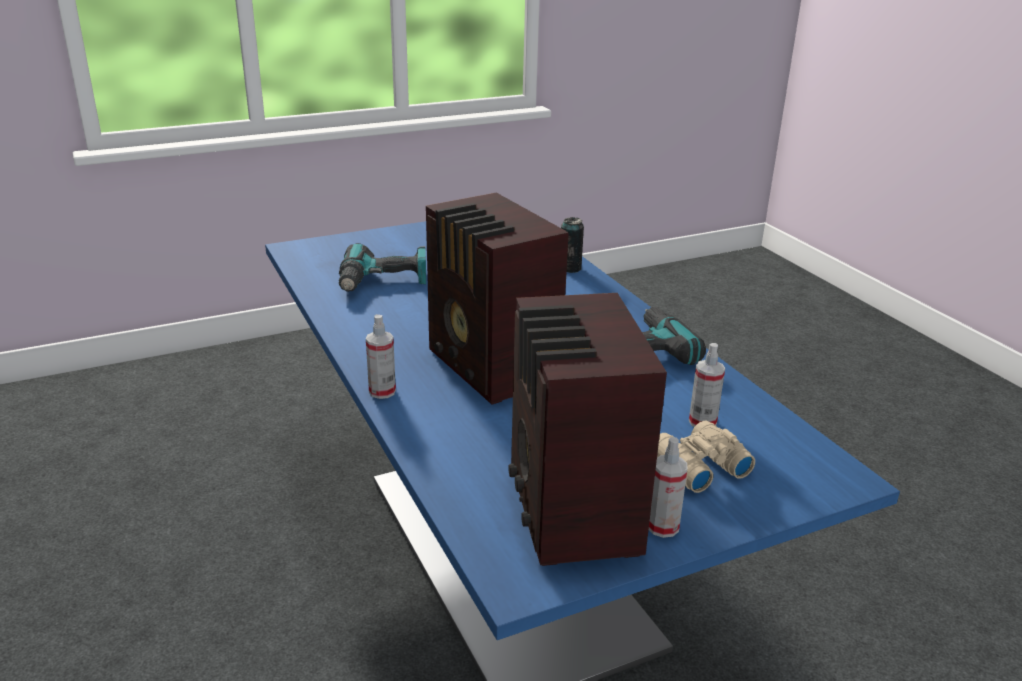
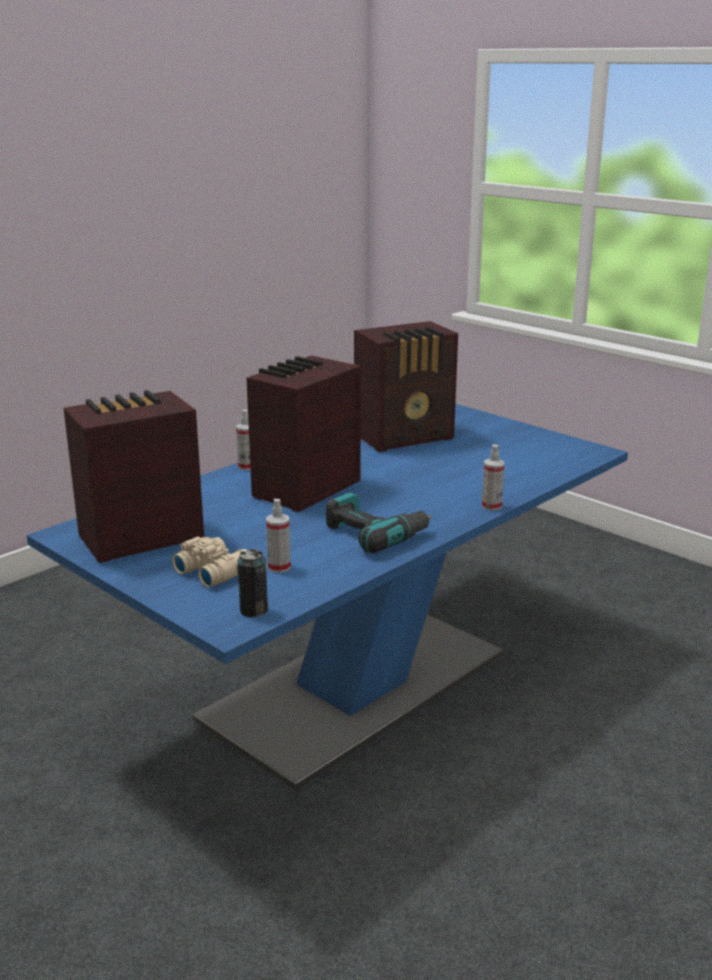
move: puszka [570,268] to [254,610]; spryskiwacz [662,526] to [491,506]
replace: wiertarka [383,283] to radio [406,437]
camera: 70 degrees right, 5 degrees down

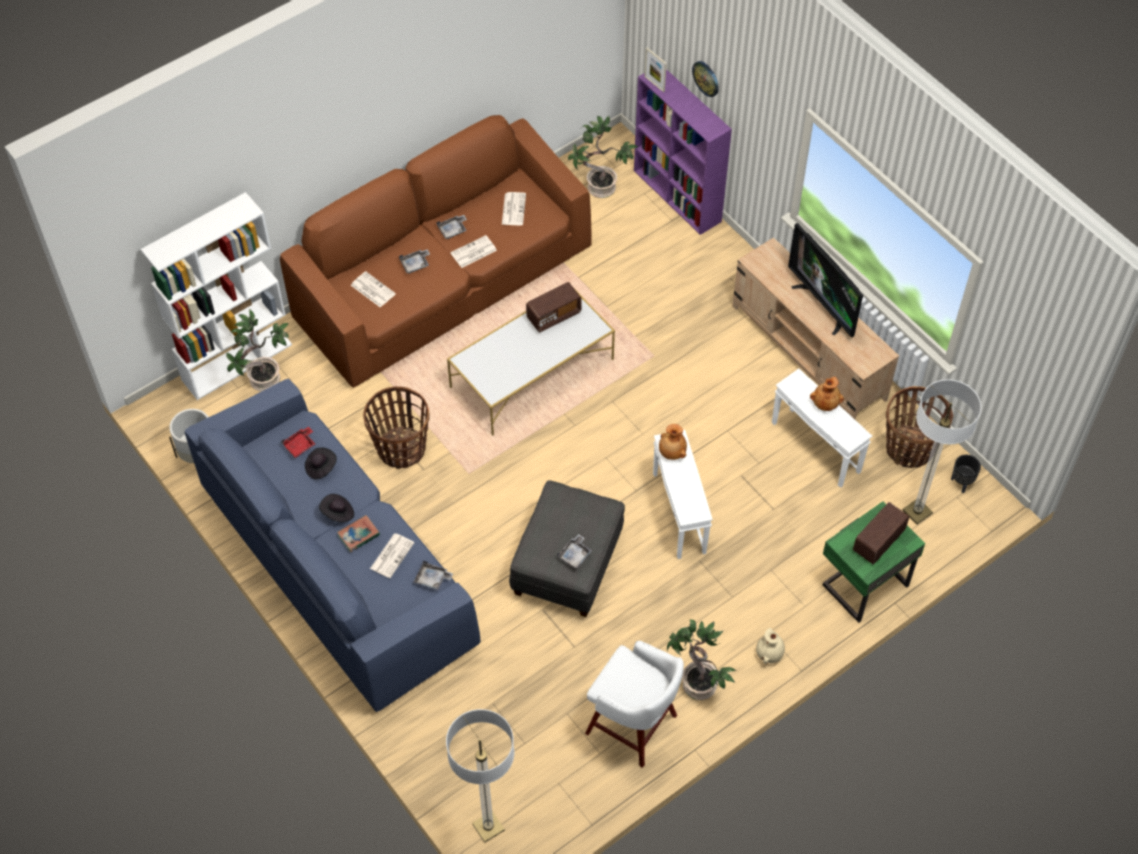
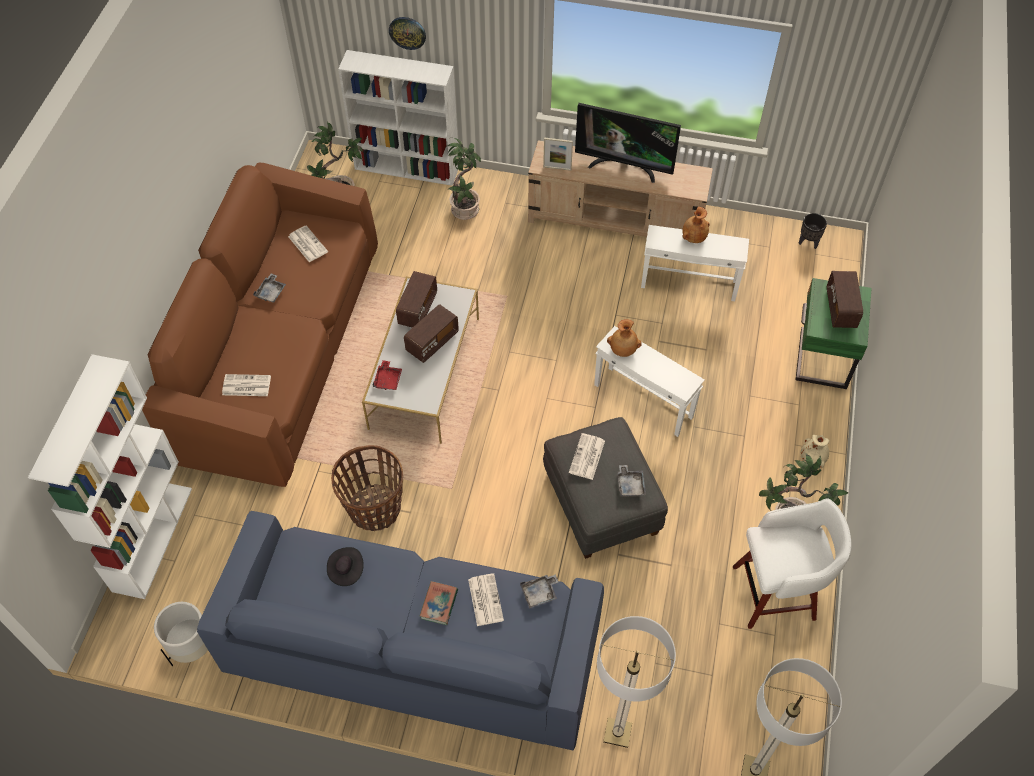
delete: kapelusz (czarny) [338,513]; taca (szary) [415,264]; koszyk [909,448]
insert: radio [432,342]
move: taca (czerwony) [300,445] to [388,379]; roślina doniczkowa [265,380] to [466,210]; ramka na zdjęcie [654,84] to [557,168]; gazeta [473,252] to [587,457]; lampa stojąca [917,512] to [617,733]
recolor: regał (fioletowy) [678,196] to regał (biały) [408,168]
camera: 40 degrees left, 0 degrees up

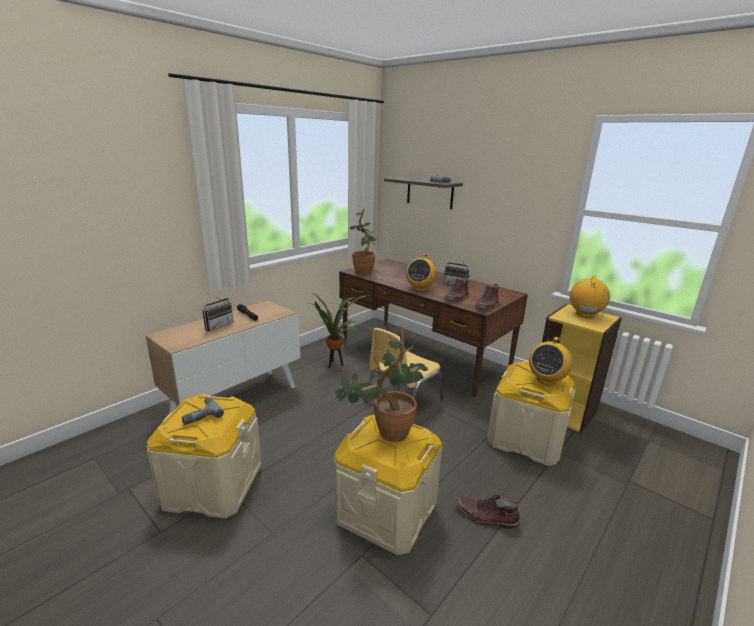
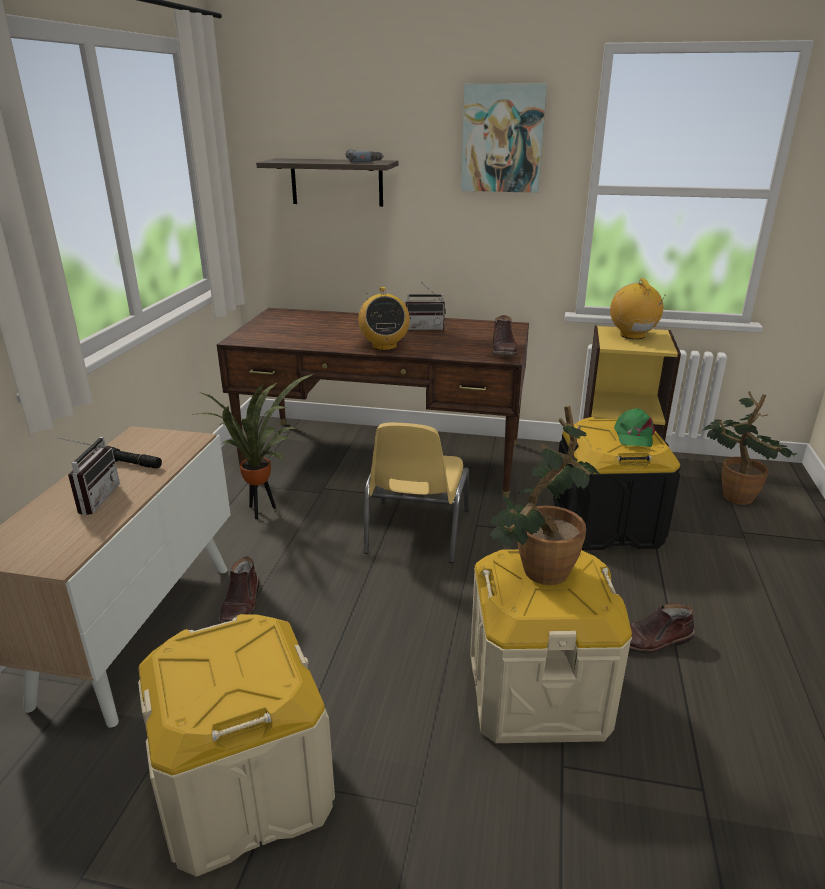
delete: wiertarka [200,415]
insert: obraz [502,139]
move: but z cholewką (brązowy) [457,297] to [241,604]; roślina doniczkowa [365,271] to [733,493]
replace: radio [546,380] to czapka z daszkiem (zielony) [633,435]
recolor: pojemnik do przechowywania (beżowy) [526,438] to pojemnik do przechowywania (czarny) [607,524]
camera: 30 degrees left, 5 degrees up

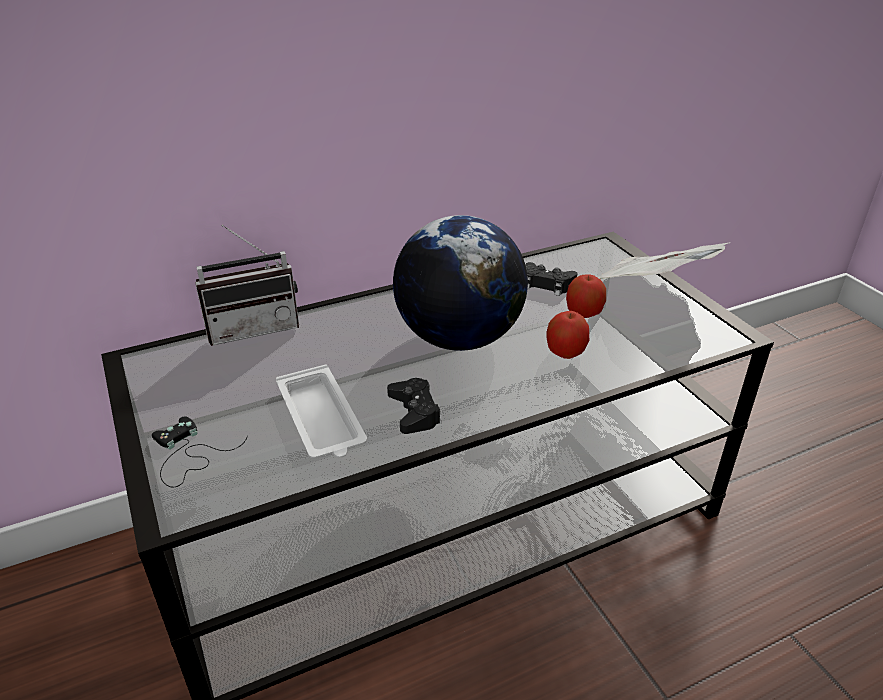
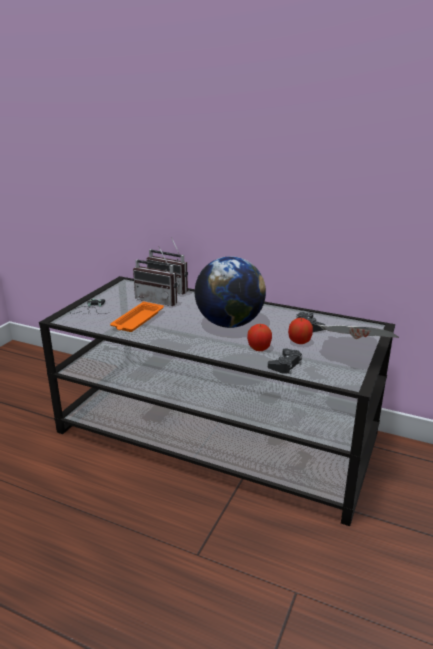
insert: radio [159,300]
move: pad do gier (czarny) [414,412] to [285,365]
recolor: taca (biały) [321,420] to taca (pomarańczowy) [137,321]
camera: 50 degrees right, 10 degrees down

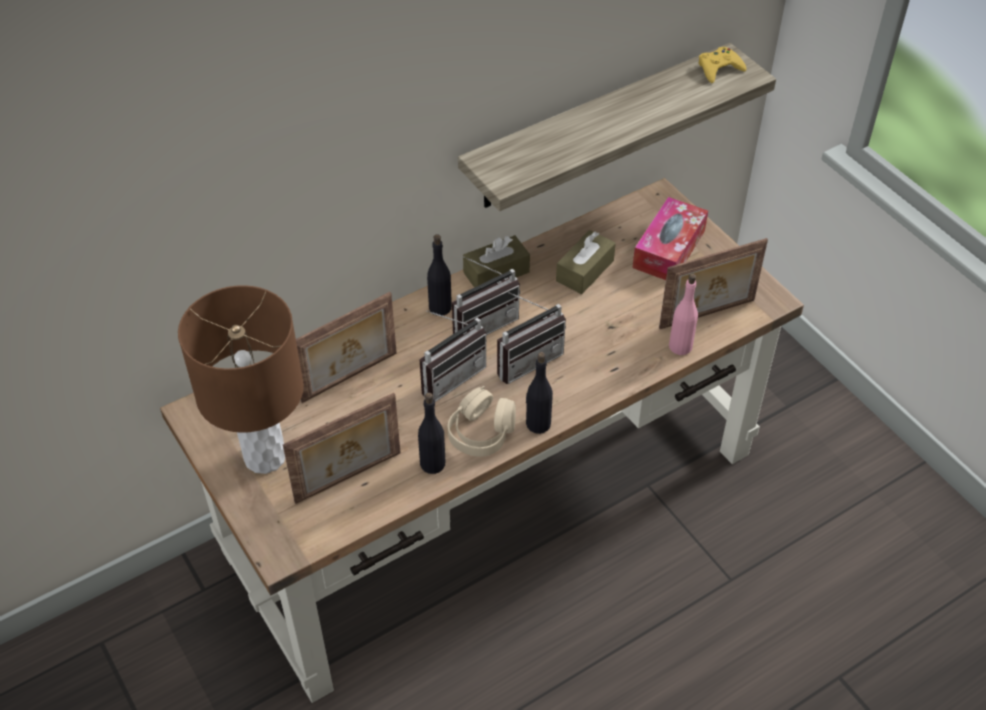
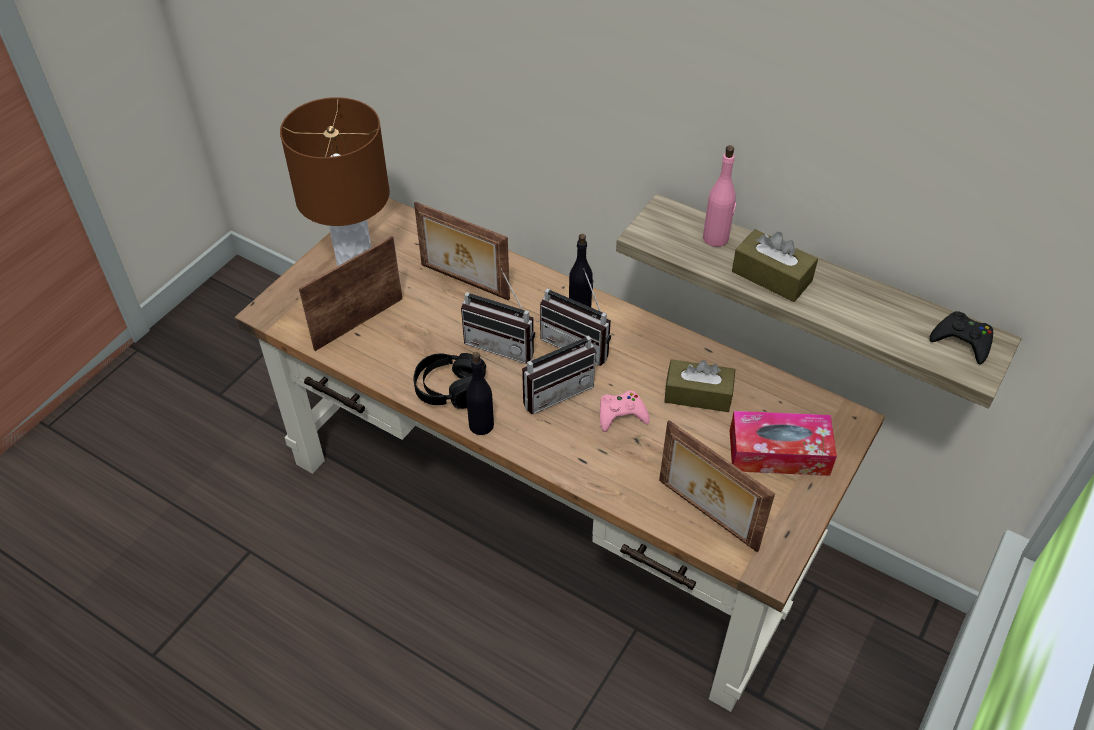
delete: butelka (czarny) [433,463]
insert: pad do gier (różowy) [621,414]
move: butelka (różowy) [680,346] to [716,238]; pudełko chusteczek (brązowy) [496,272] to [771,276]
recolor: słuchawki (beżowy) [481,432] to słuchawki (czarny) [450,389]; pad do gier (żółty) [719,69] to pad do gier (czarny) [962,341]
rotate: ramka na zdjęcie [349,478] = [357,322] 105 degrees clockwise; radio [526,359] = [555,389] 60 degrees counterclockwise
camera: 65 degrees right, 0 degrees up

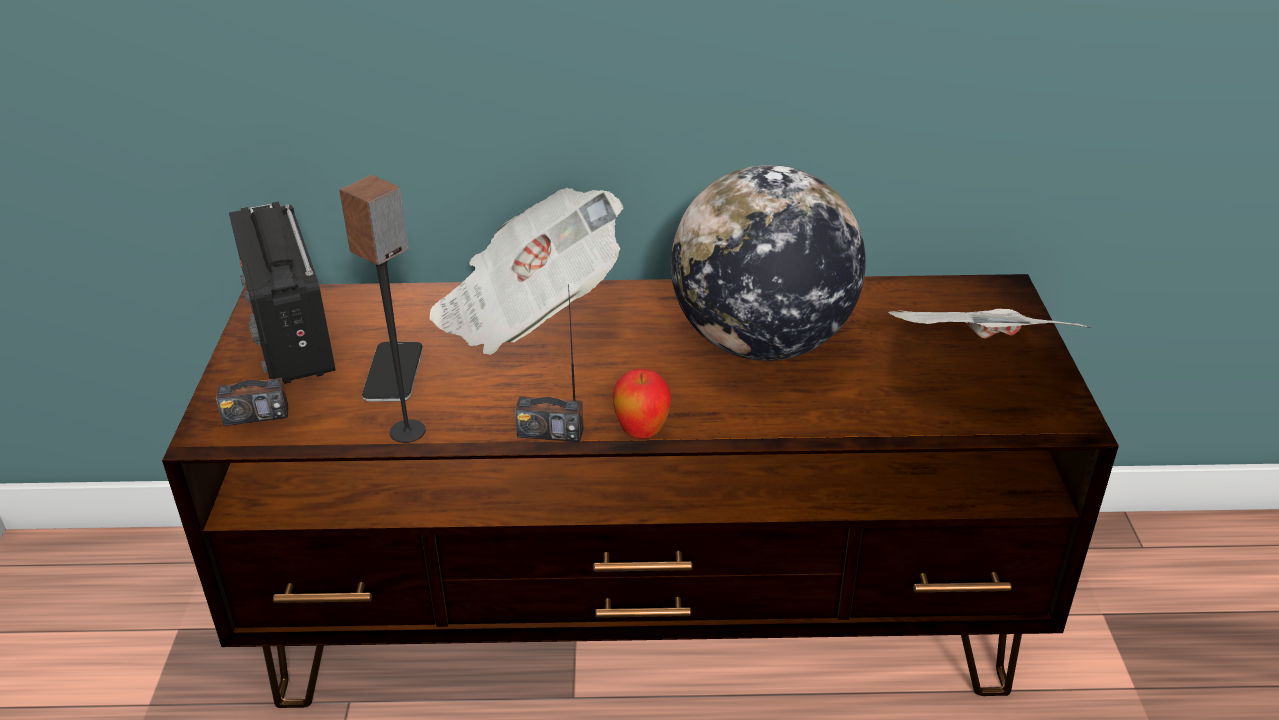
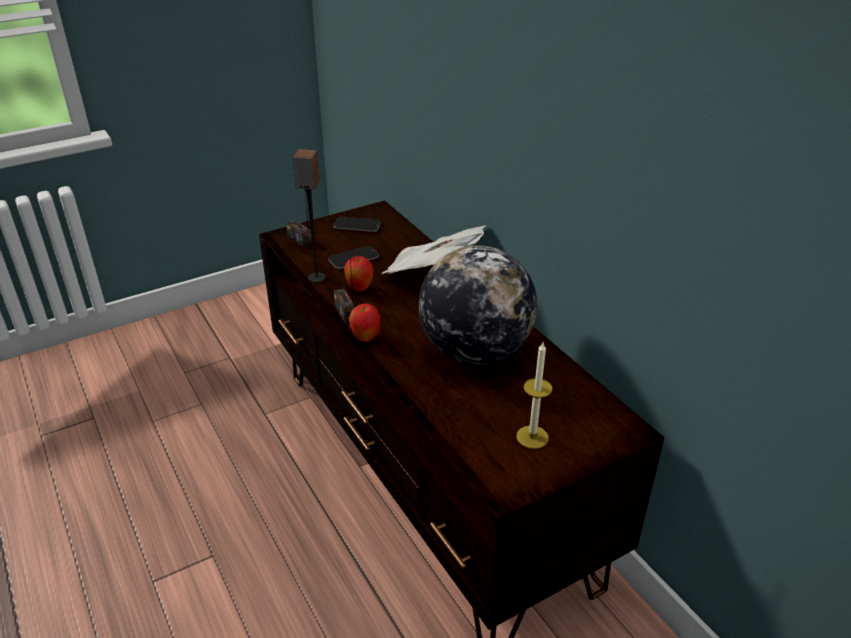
insert: jabłko [359,289]
replace: radio [291,337] to telefon [357,225]; gazeta [977,362] to świeca [532,437]
camera: 60 degrees right, 0 degrees up

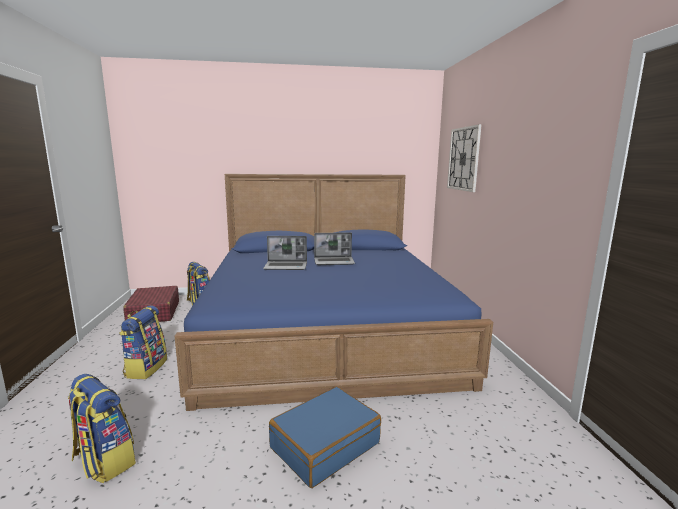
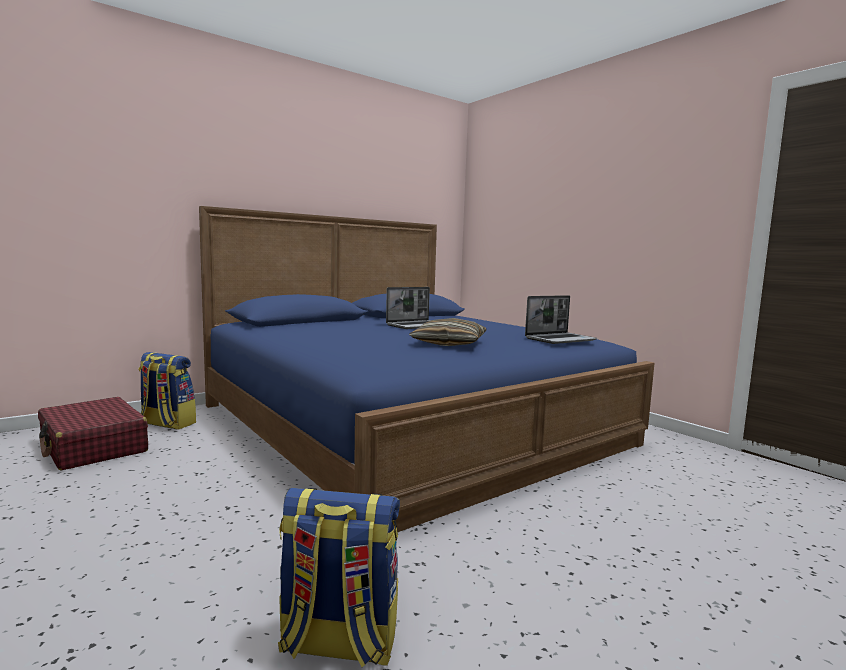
delete: plecak [146,368]; walizka (niebieski) [325,445]; zegar ścienny [464,159]
insert: poduszka [449,343]
move: laptop [286,266] to [560,339]
camera: 30 degrees left, 5 degrees down

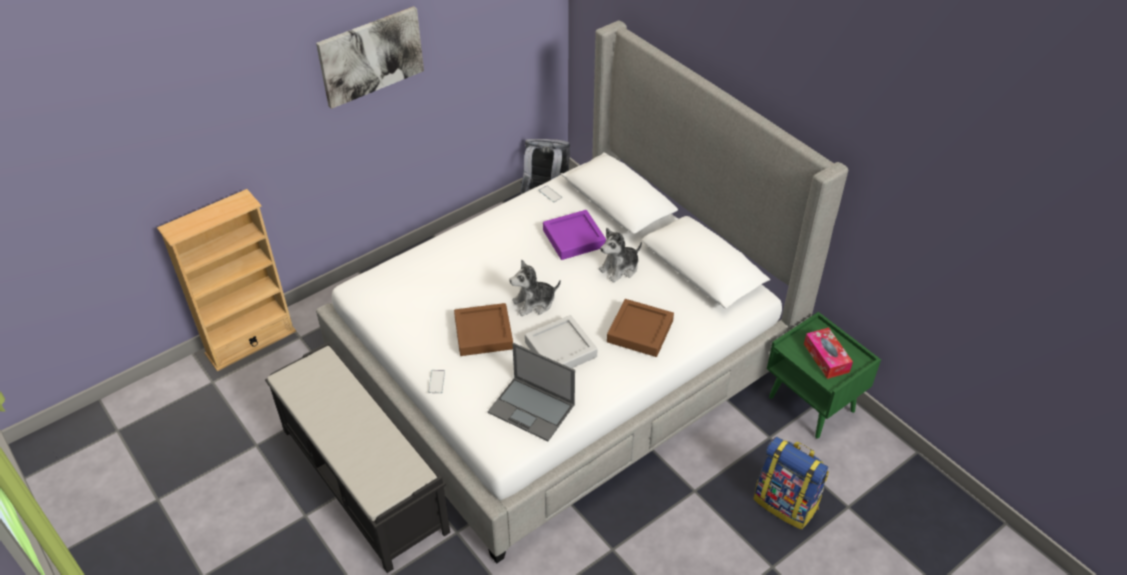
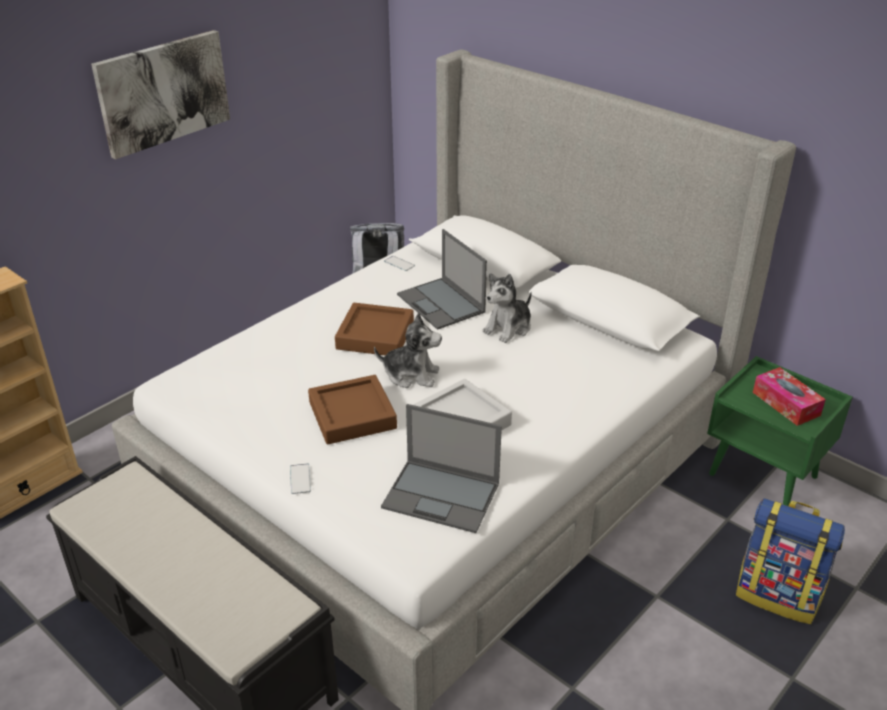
move: taca (brązowy) [640,331] to [375,335]
replace: taca (fioletowy) [574,238] to laptop [441,304]
rotate: pluszak [534,303] = [411,375] 135 degrees counterclockwise
camera: 10 degrees left, 10 degrees down

